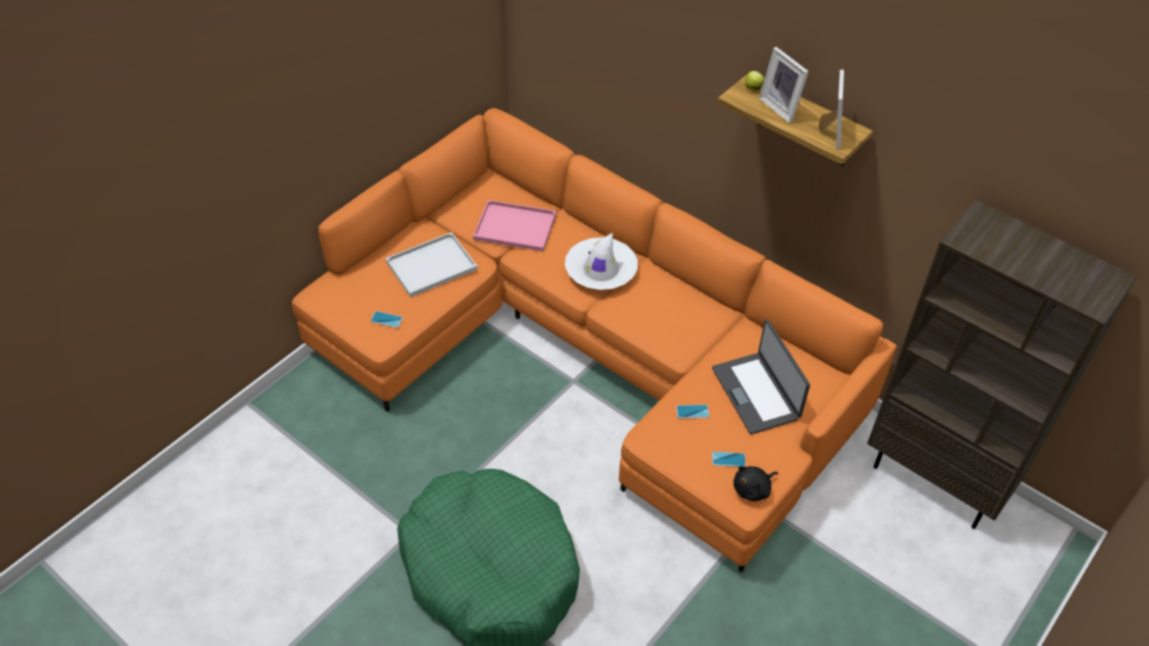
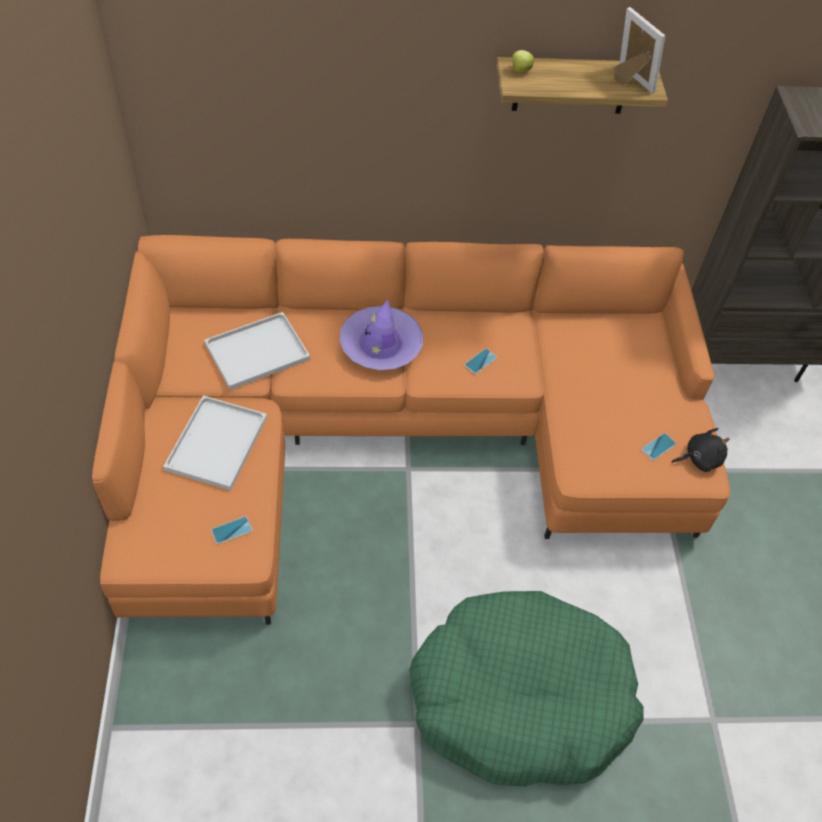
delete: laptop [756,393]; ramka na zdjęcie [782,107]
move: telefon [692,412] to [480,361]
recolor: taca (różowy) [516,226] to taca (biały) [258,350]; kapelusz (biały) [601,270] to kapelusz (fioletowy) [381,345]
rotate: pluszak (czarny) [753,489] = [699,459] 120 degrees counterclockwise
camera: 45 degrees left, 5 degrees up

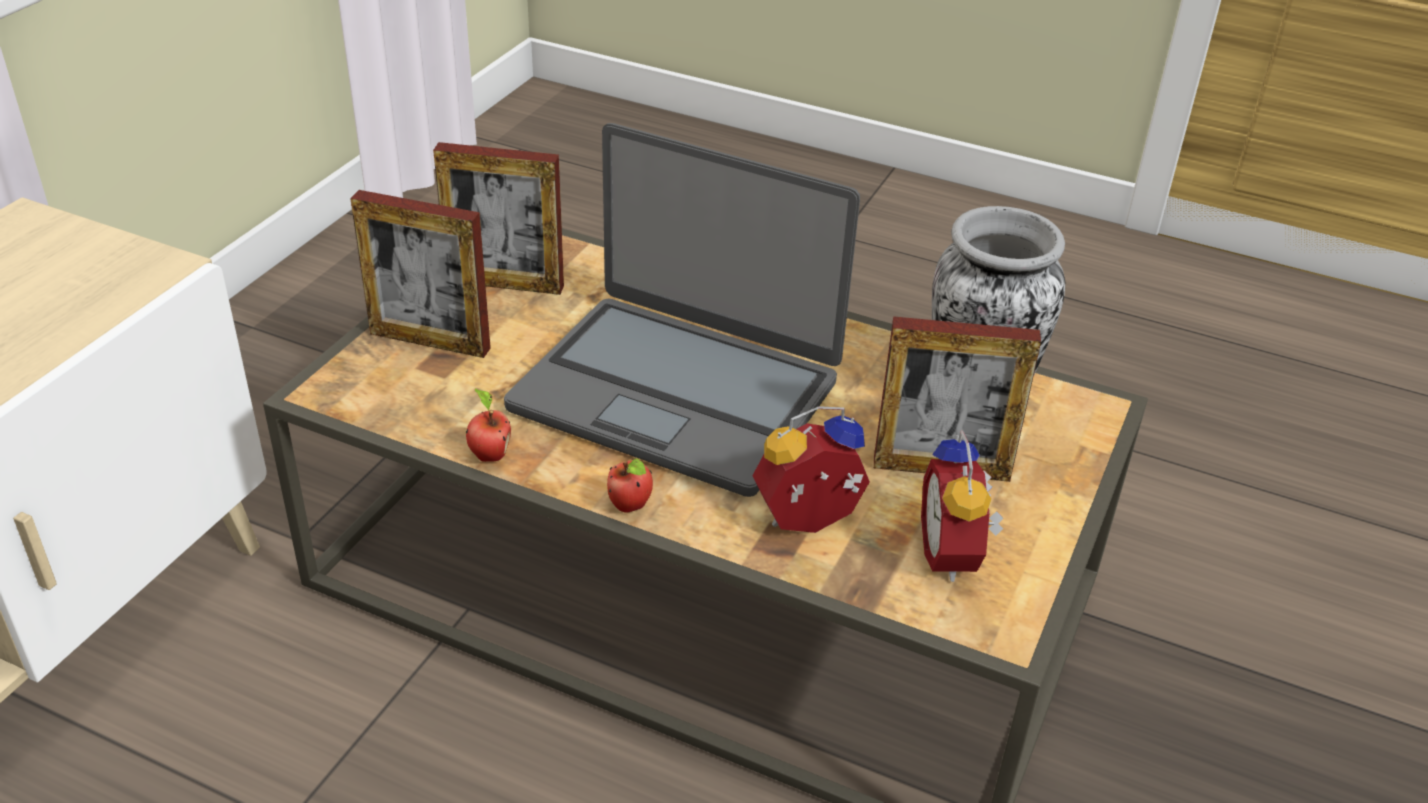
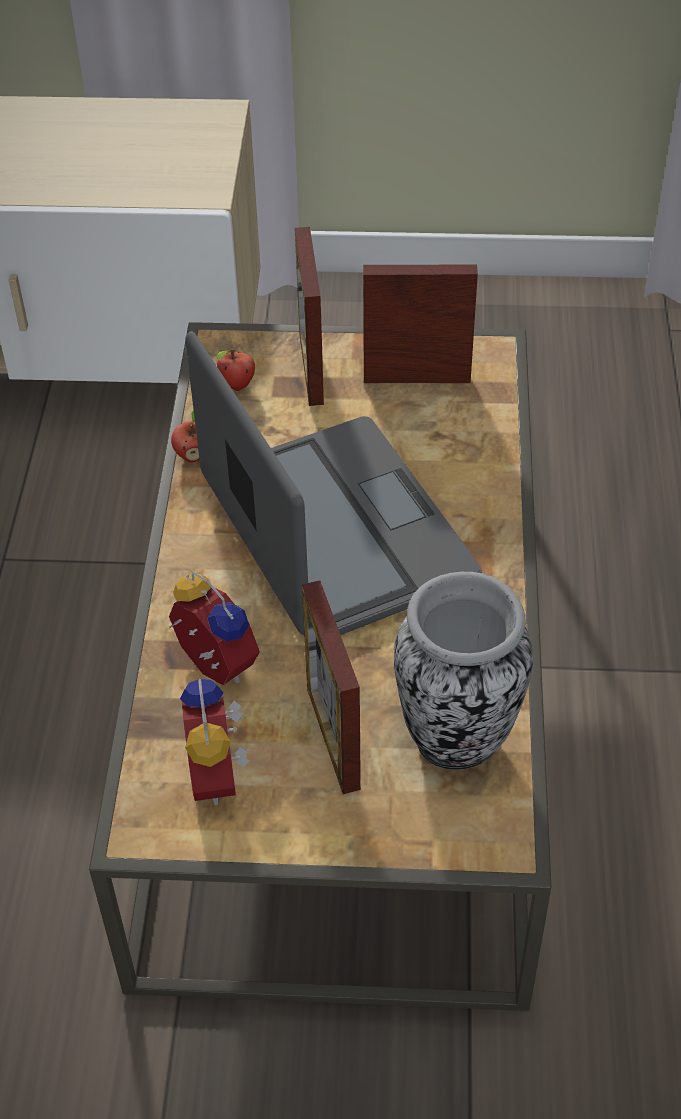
move: jabłko [631,506] to [237,386]
rotate: budzik [954,555] = [220,775] 75 degrees counterclockwise; laptop [677,393] = [334,532] 150 degrees clockwise; ramka na zdjęcie [505,284] = [416,378] 105 degrees clockwise
camera: 70 degrees right, 10 degrees up

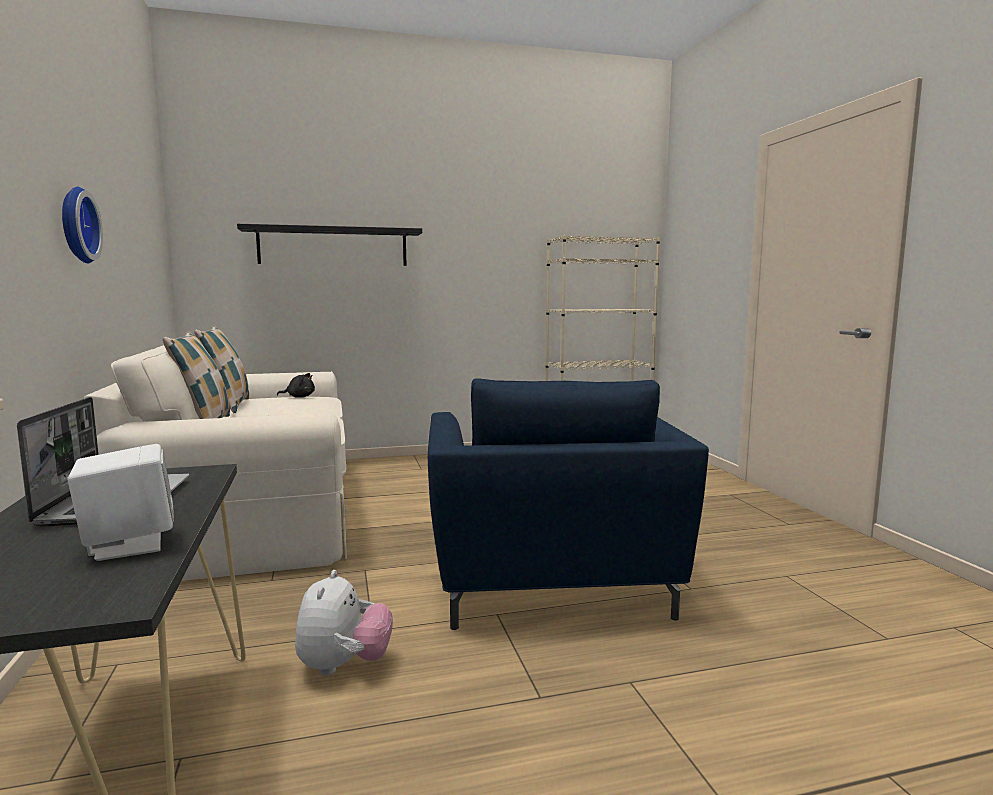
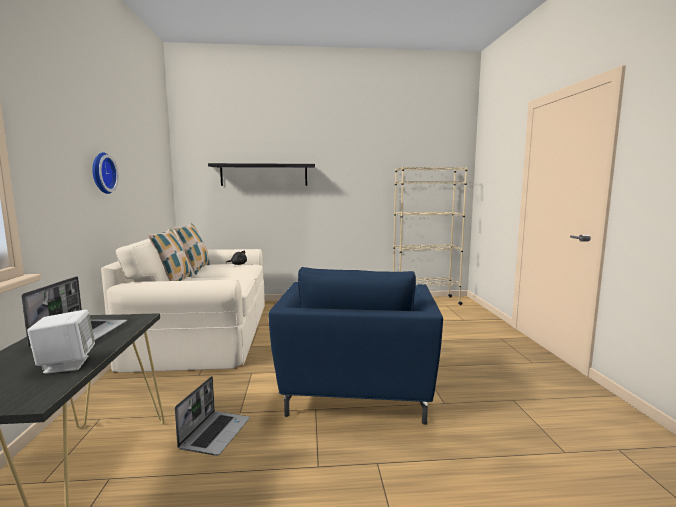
replace: pluszak [344,666] to laptop [215,433]
camera: 10 degrees right, 0 degrees up

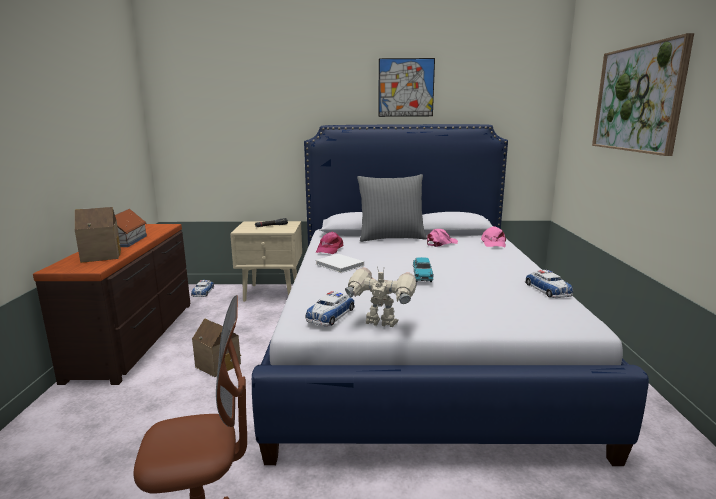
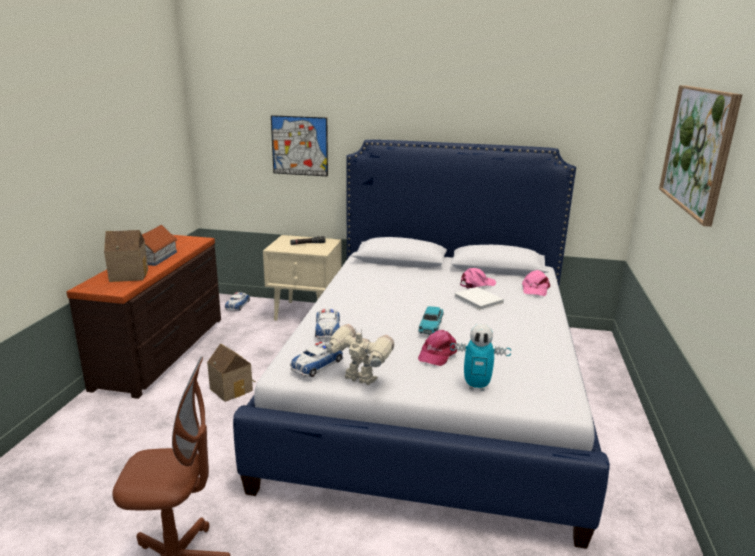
delete: poduszka (szary) [391,238]
insert: robot zabawkowy [477,386]
move: obraz [406,87] to [299,146]; samochodzik [548,290] to [327,329]; czapka z daszkiem (różowy) [329,249] to [437,354]; książka (biały) [340,265] to [479,300]
camera: 10 degrees right, 5 degrees up

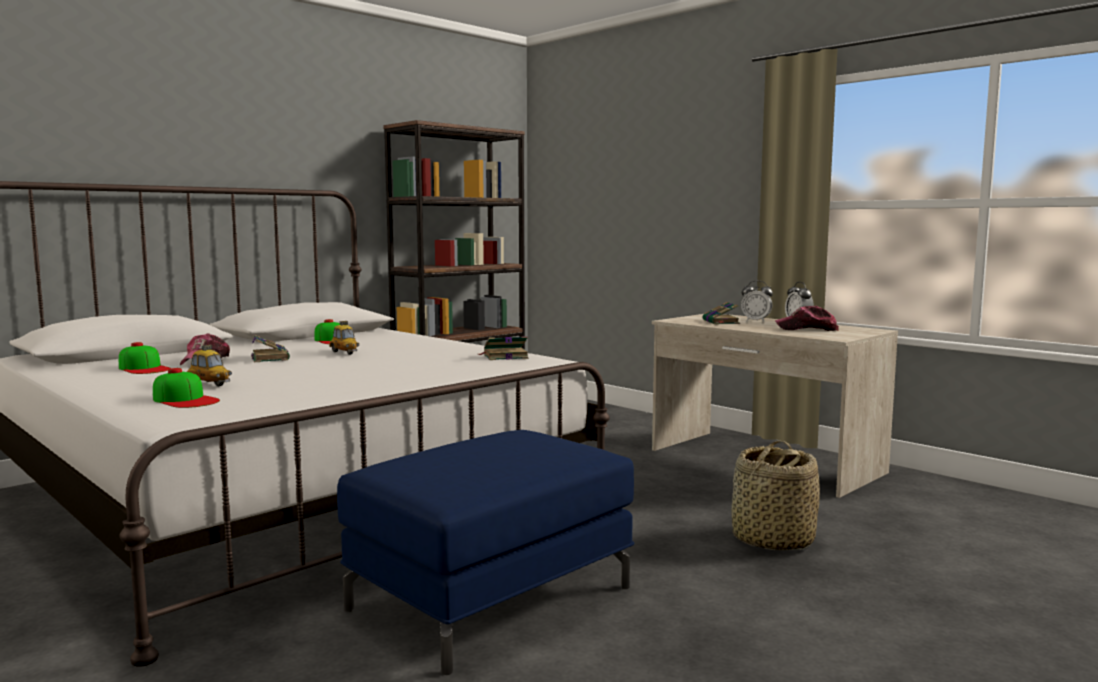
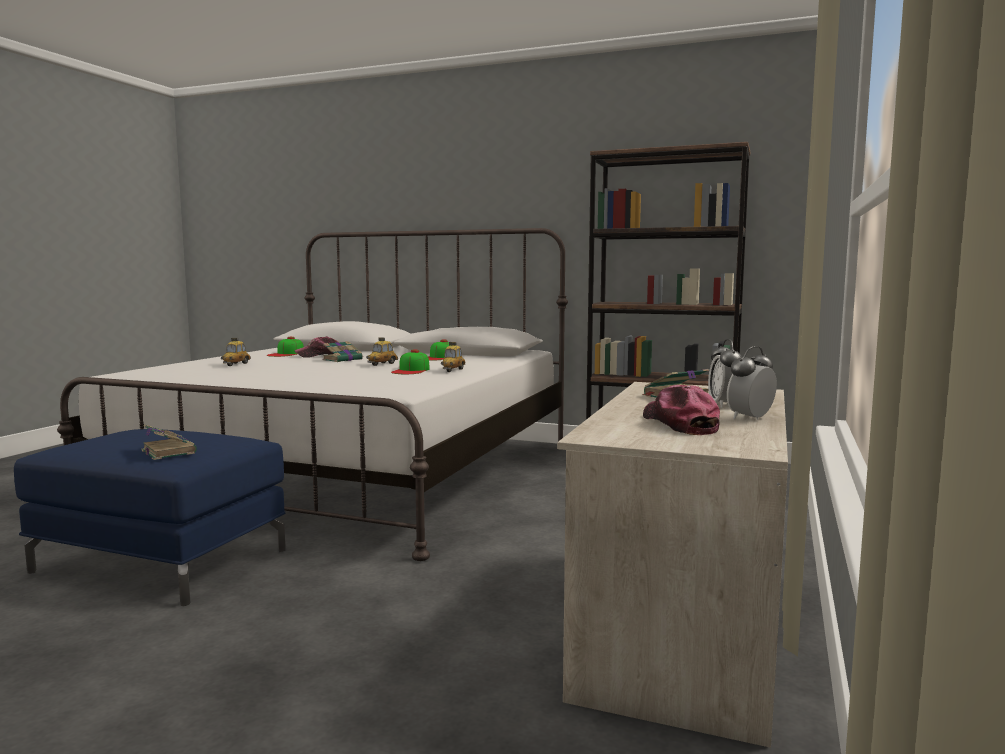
delete: koszyk [771,540]
insert: samochodzik [452,370]
move: książka [504,356] to [168,451]; czapka z daszkiem [185,400] to [411,370]
camera: 65 degrees right, 0 degrees up

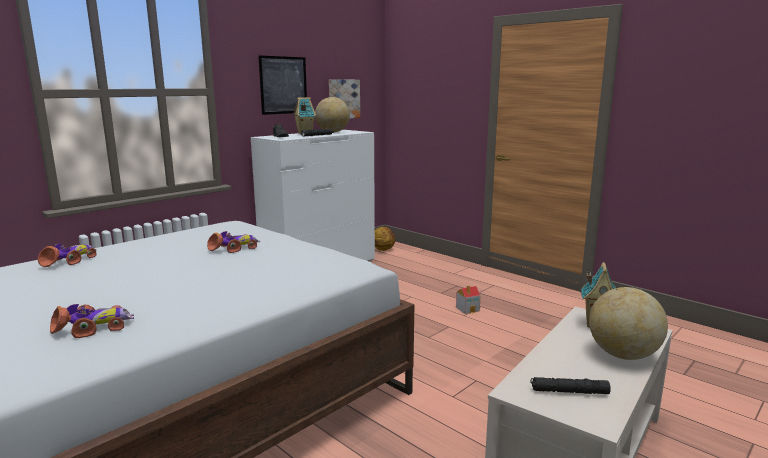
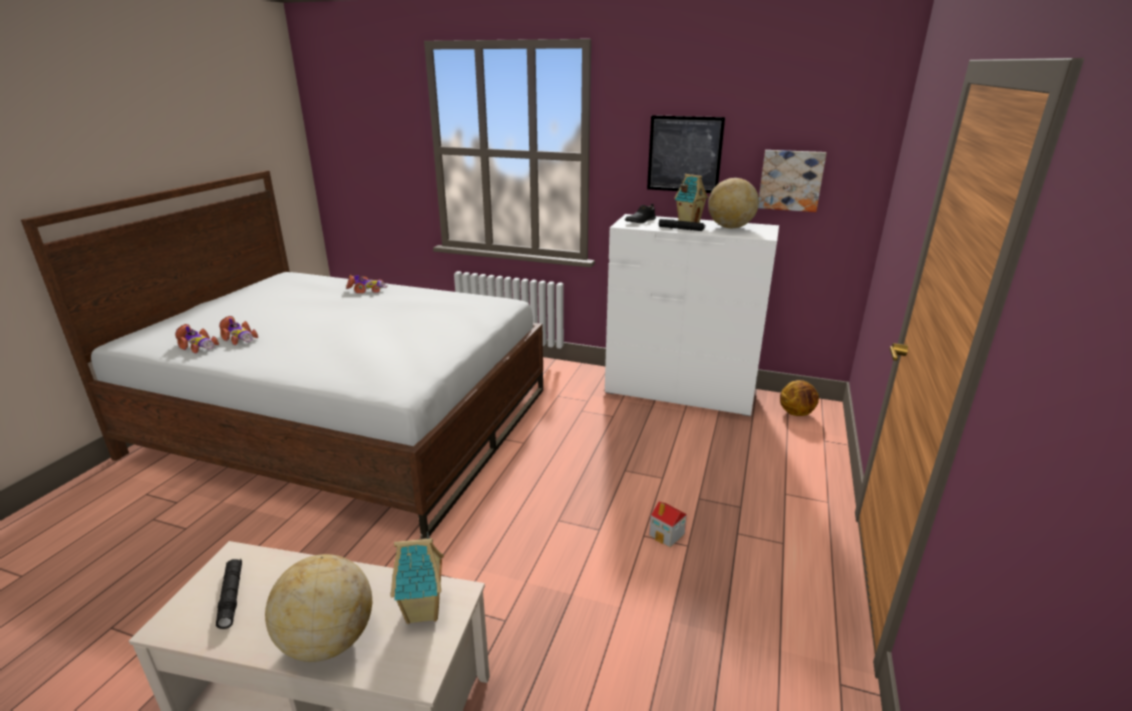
move: samochodzik [235,248] to [197,346]
camera: 65 degrees right, 10 degrees up

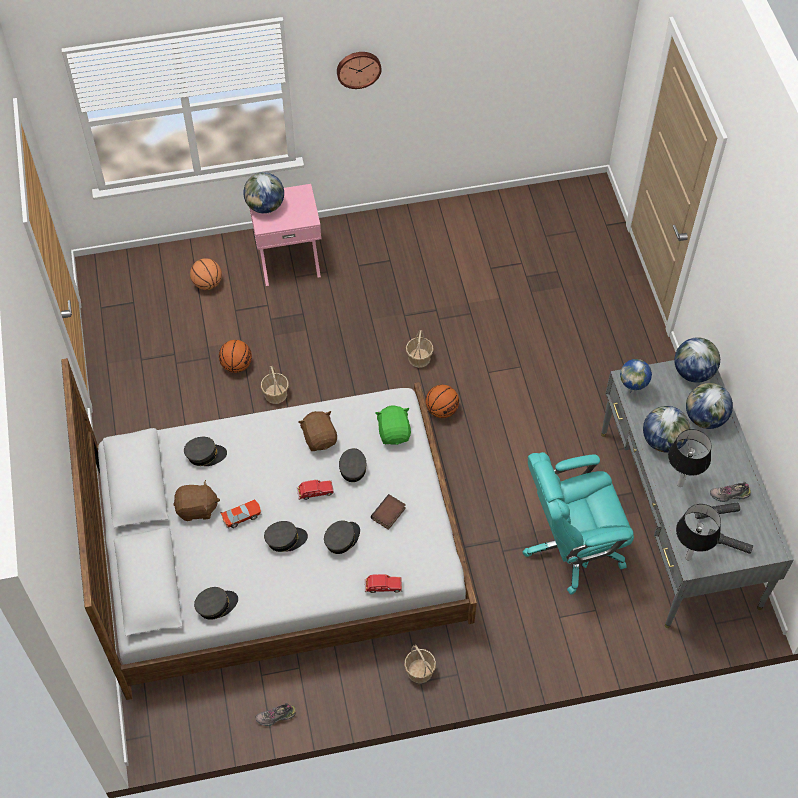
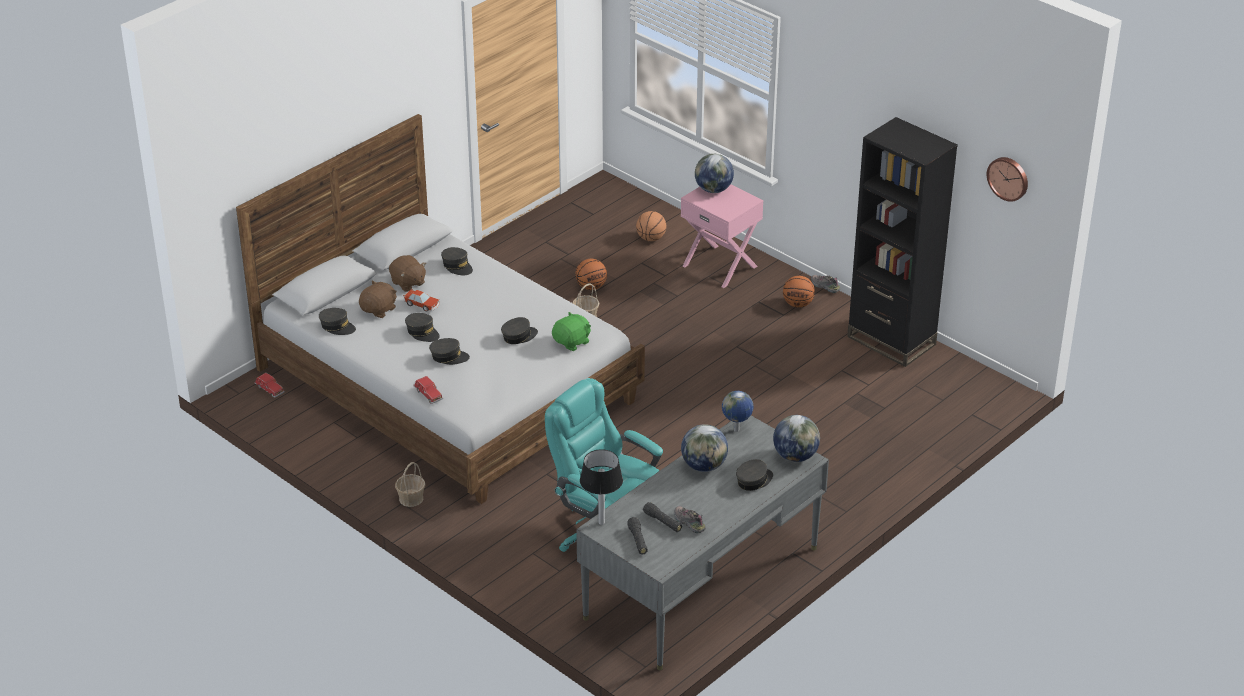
delete: książka [389,514]; koszyk [419,358]; lampa stołowa [679,484]
insert: regał (czarny) [891,340]
move: samochodzik (czerwony) [315,492] to [269,390]; pluszak (brązowy) [320,438] to [379,310]; piłka do koszykówki [441,410] to [798,304]; but [276,717] to [824,287]; zegar ścienny [358,68] to [1008,178]
replace: globus [704,418] to czapka z daszkiem (szary) [754,480]
camera: 55 degrees right, 20 degrees down

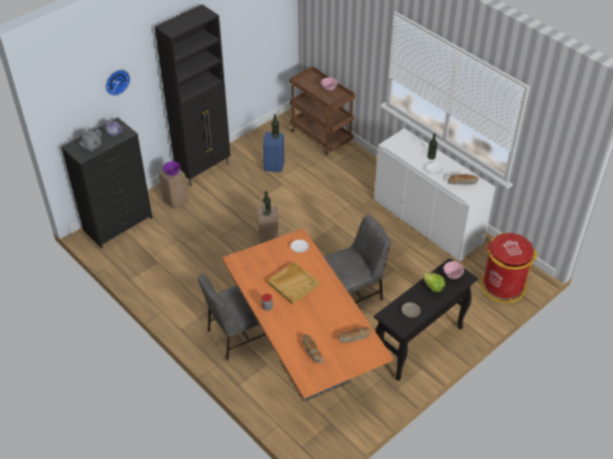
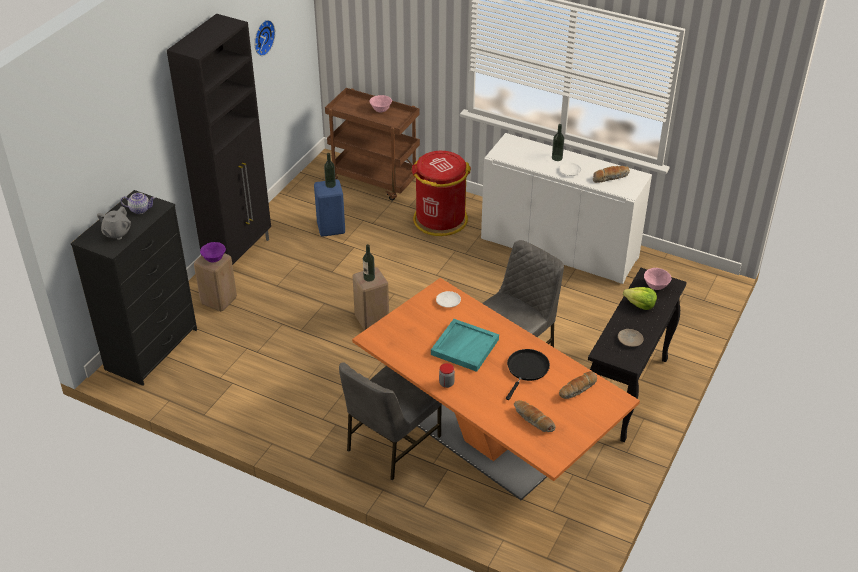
insert: patelnia (czarny) [526,370]
move: zegar ścienny [116,81] to [262,37]; kosz na śmieci (czerwony) [502,286] to [440,219]
recolor: taca (beżowy) [293,284] to taca (turkusowy) [464,346]
camera: 20 degrees left, 5 degrees down

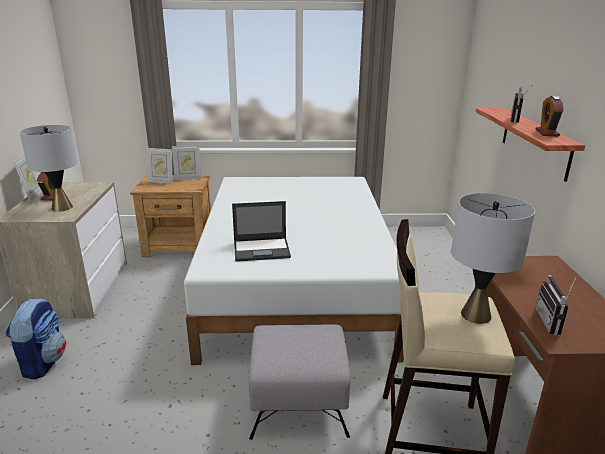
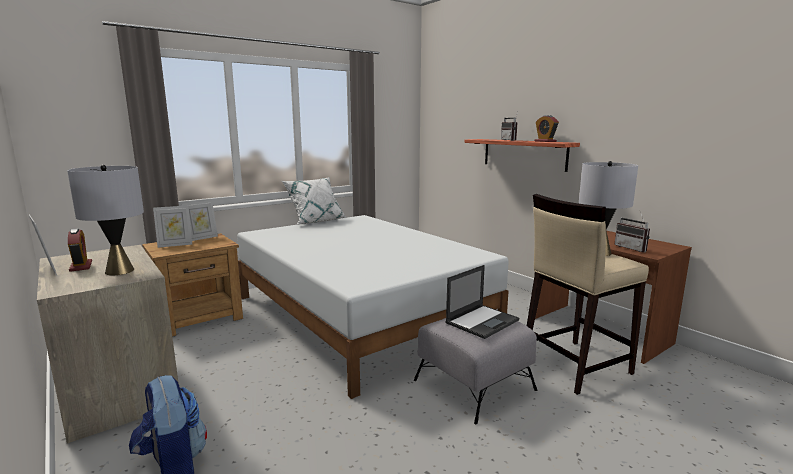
insert: poduszka (biały) [316,221]
move: laptop [262,249] to [482,321]
camera: 35 degrees left, 10 degrees down

